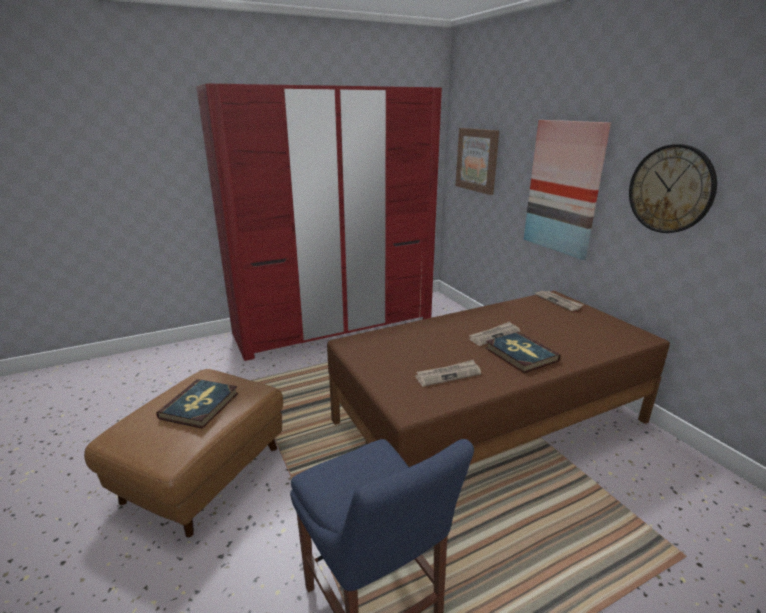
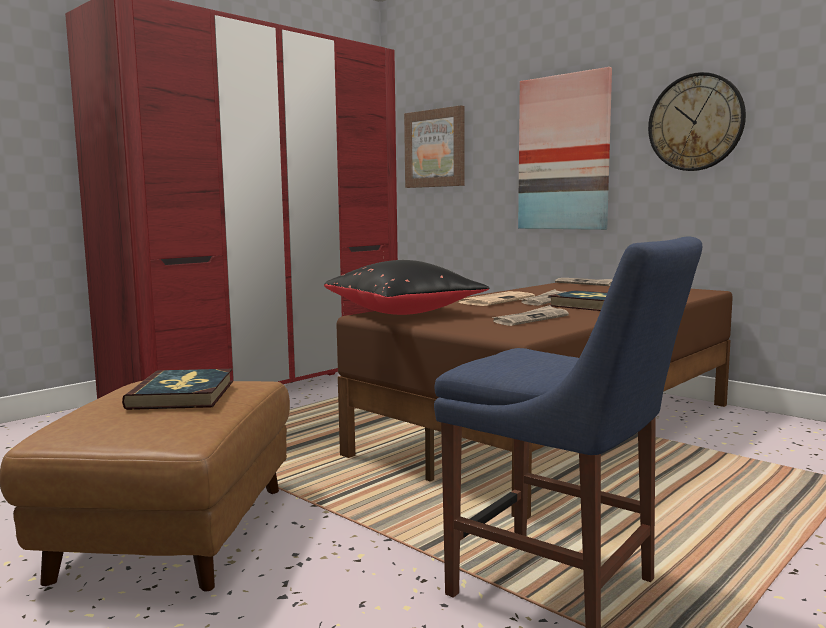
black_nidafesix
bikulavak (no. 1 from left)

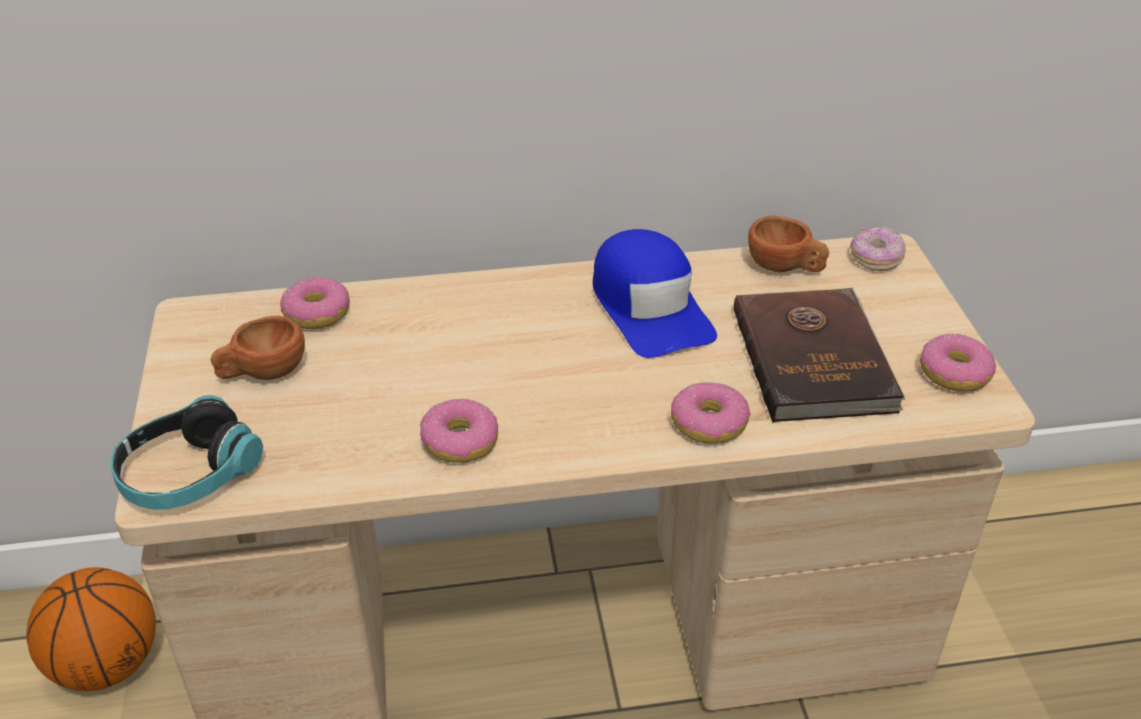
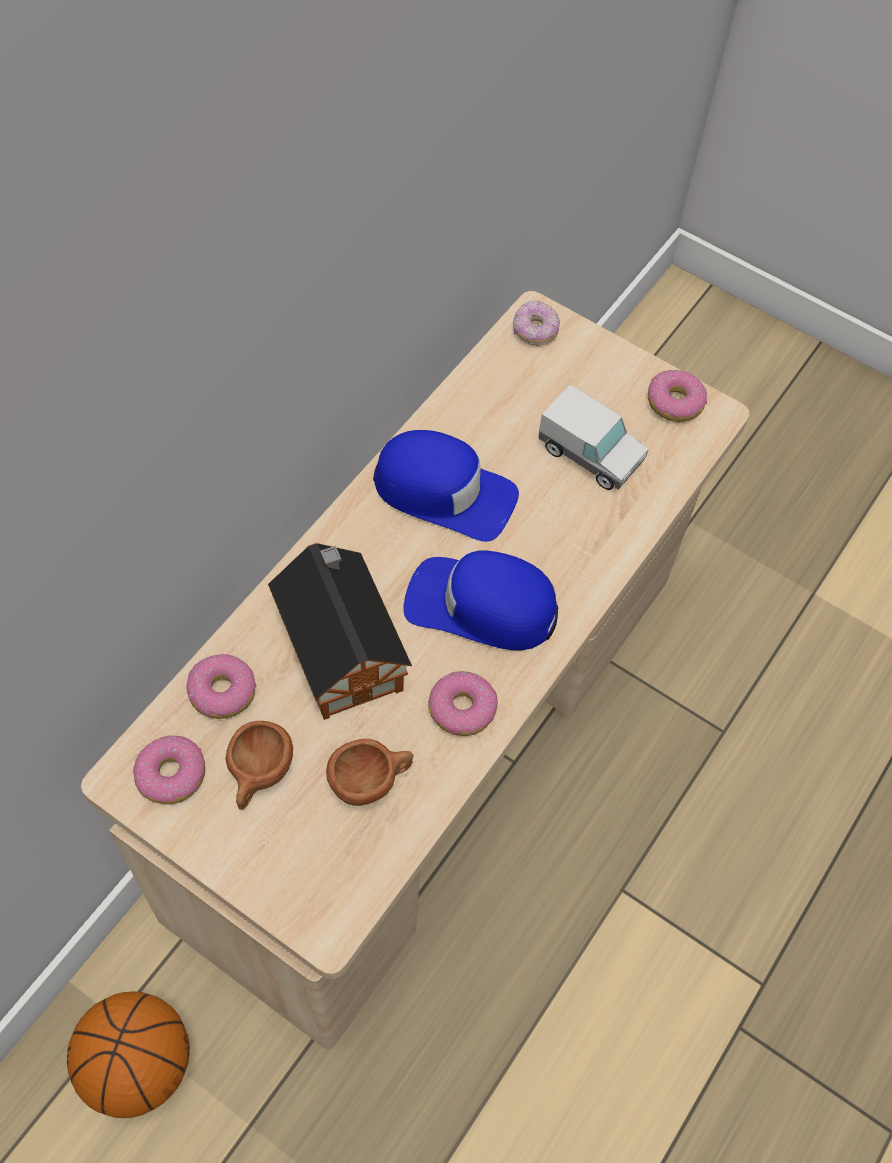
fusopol
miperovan (no. 1 from left)
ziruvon
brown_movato (no. 2 from left)
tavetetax
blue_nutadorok (no. 2 from left)

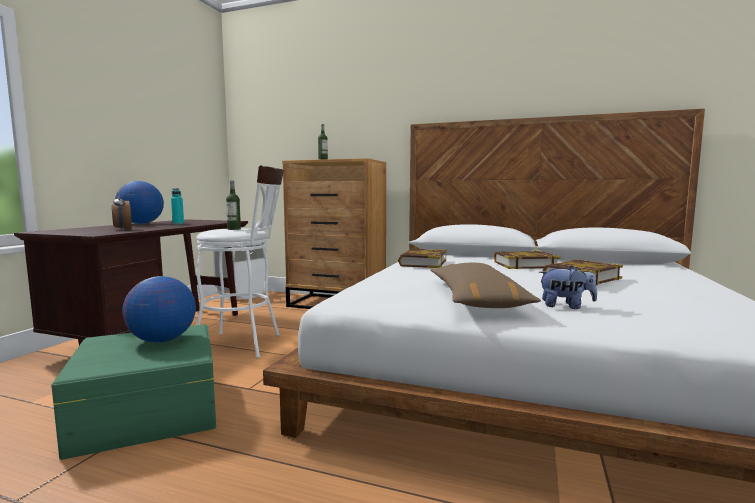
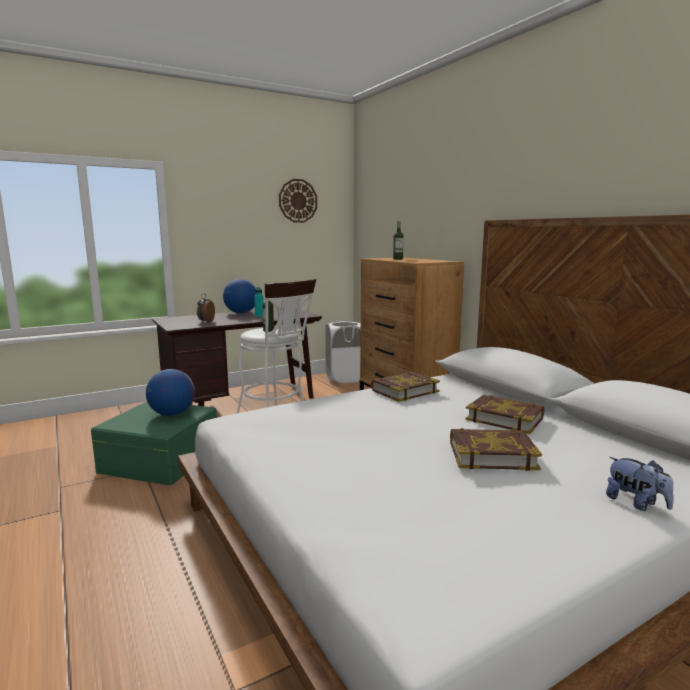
brown_nidafesix
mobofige
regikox

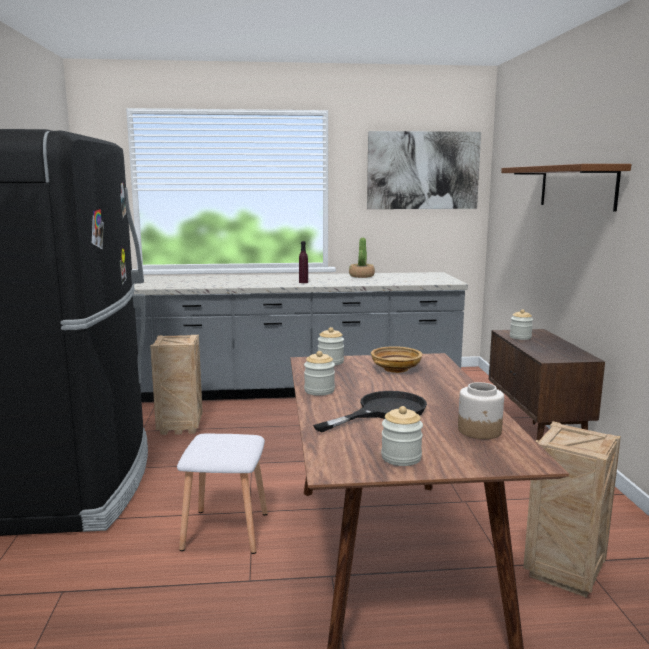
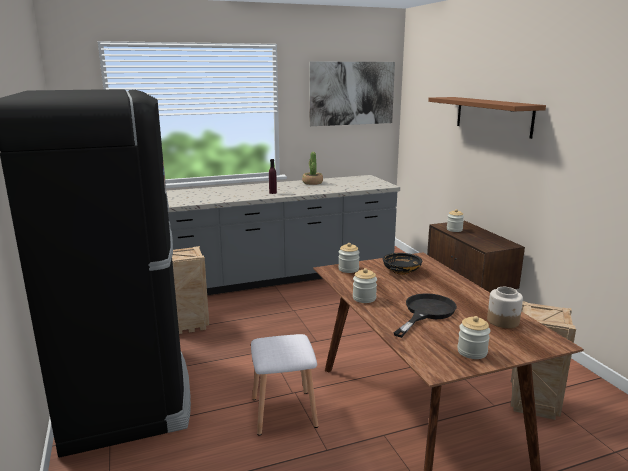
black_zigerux

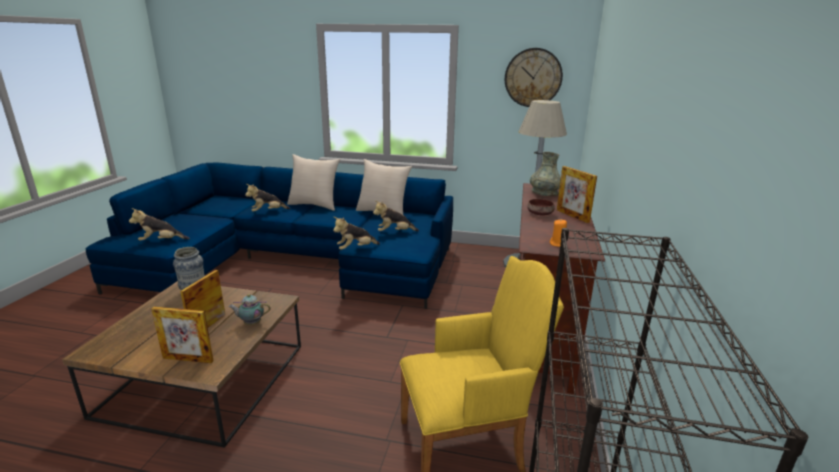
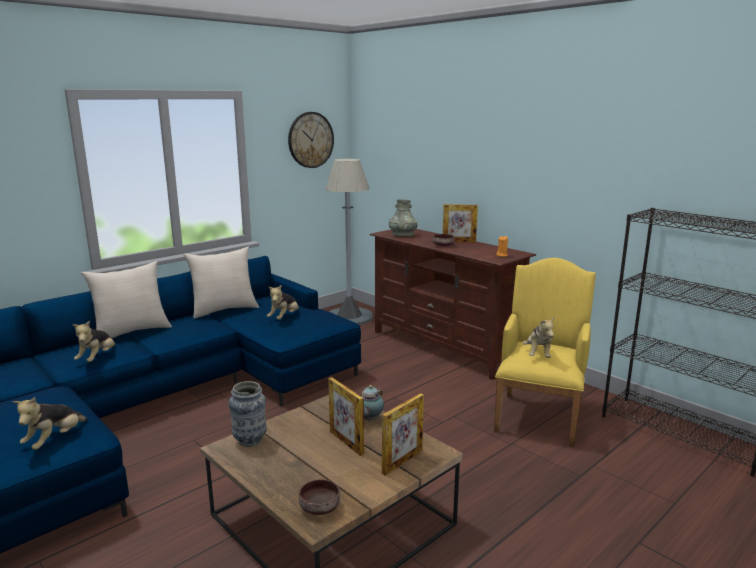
mobofige (no. 4 from left)
brown_zigerux (no. 1 from left)

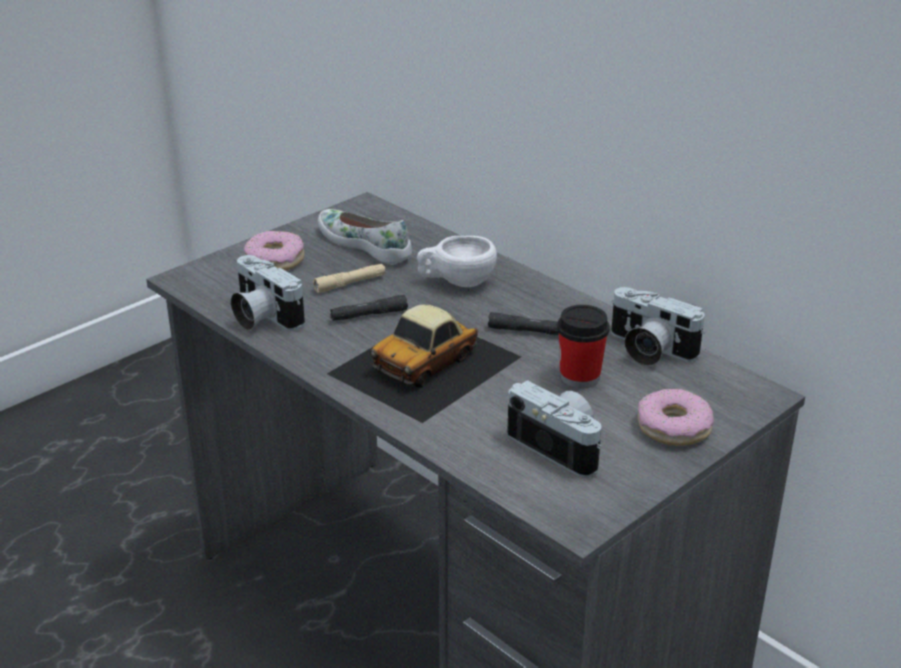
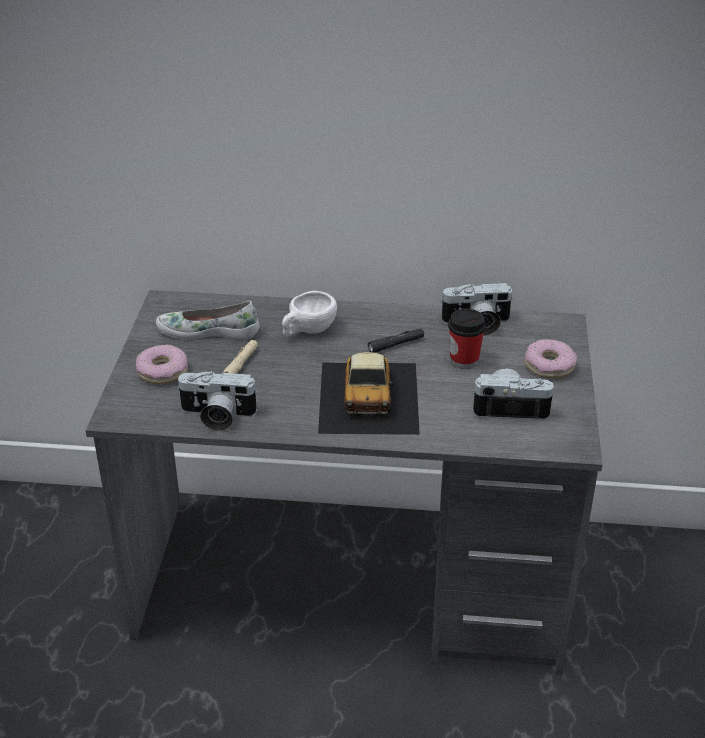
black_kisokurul (no. 1 from left in the first image)

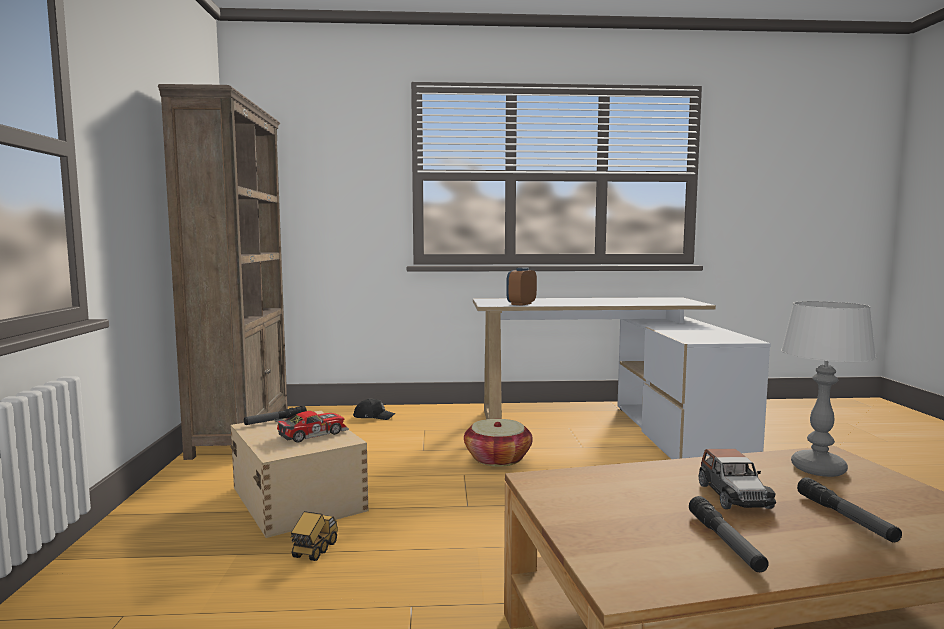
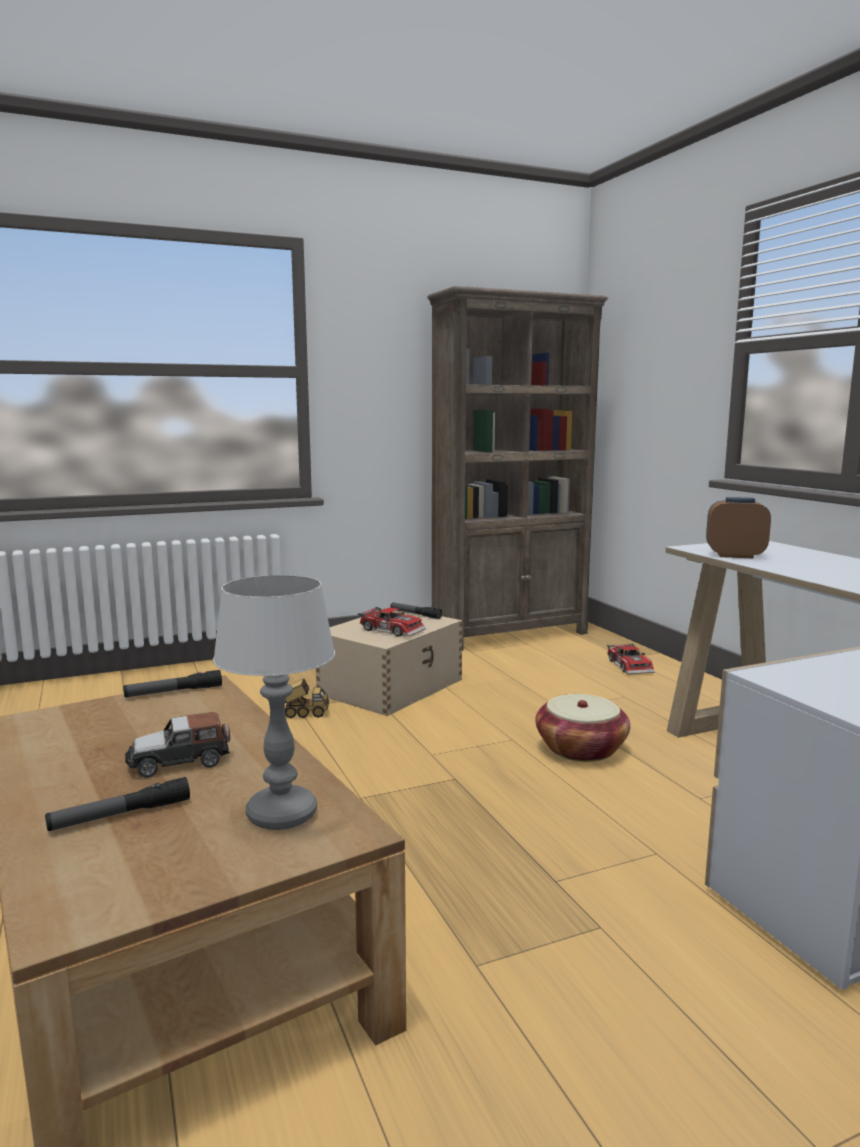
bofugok (no. 3 from left)
kisokurul (no. 2 from left)

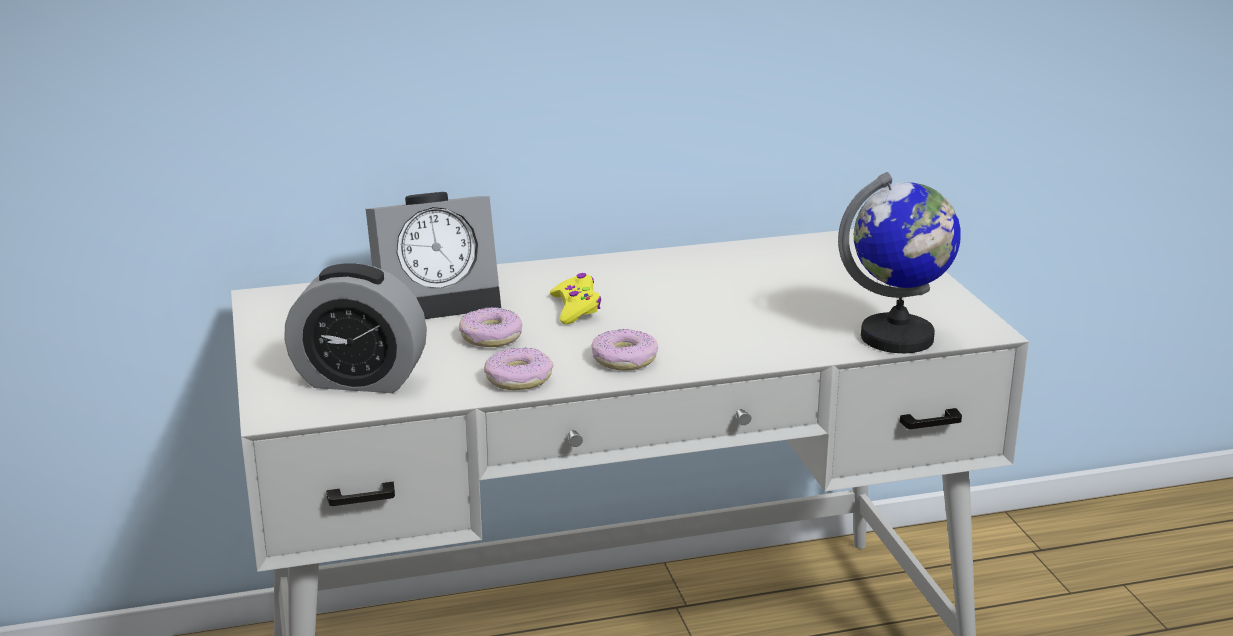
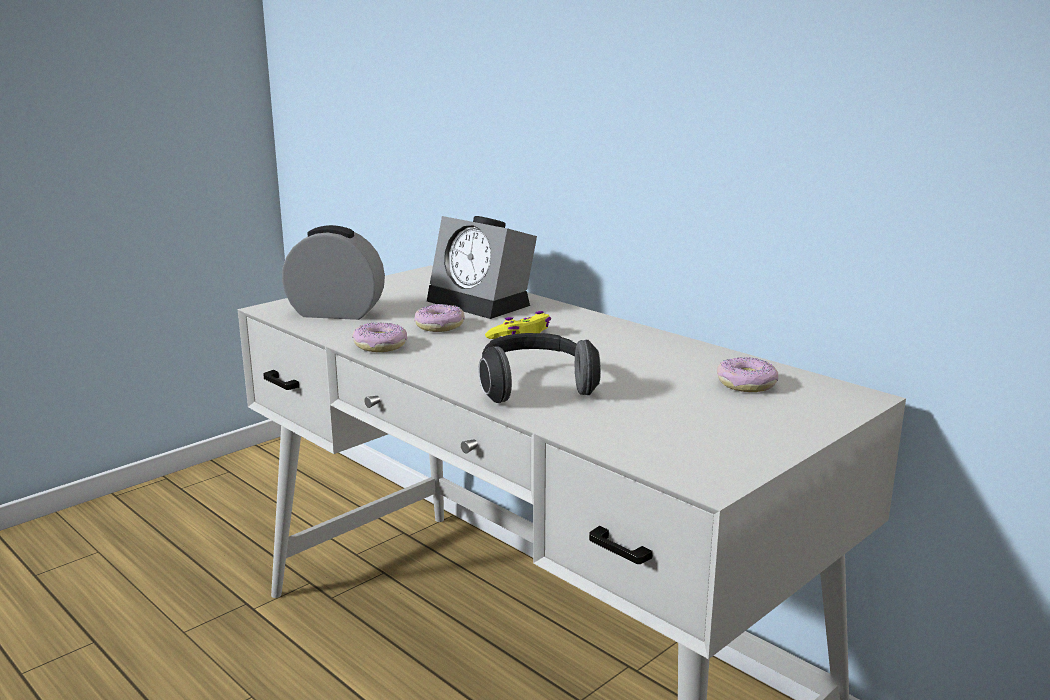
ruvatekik (no. 1 from left)
miperovan (no. 3 from left)
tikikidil
fusopol

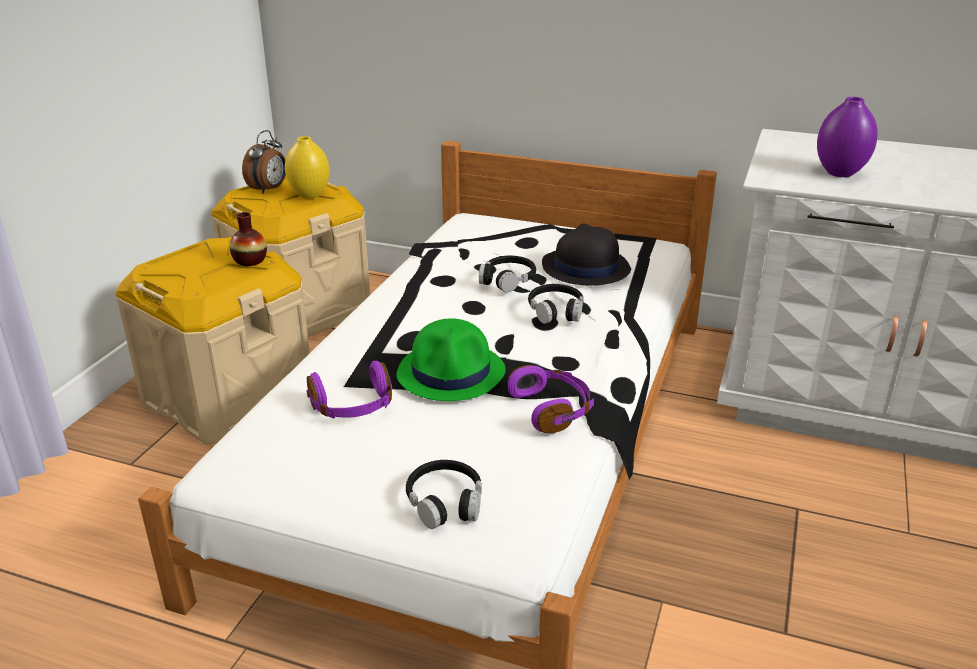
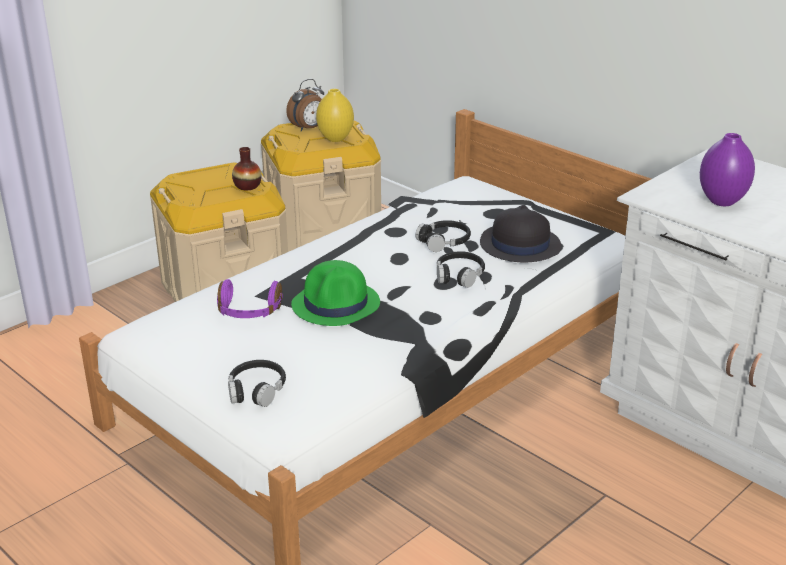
purple_fusopol (no. 2 from left in the first image)

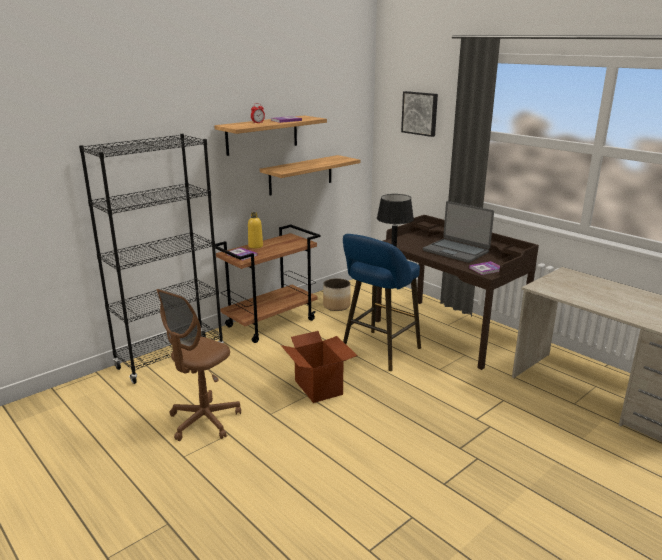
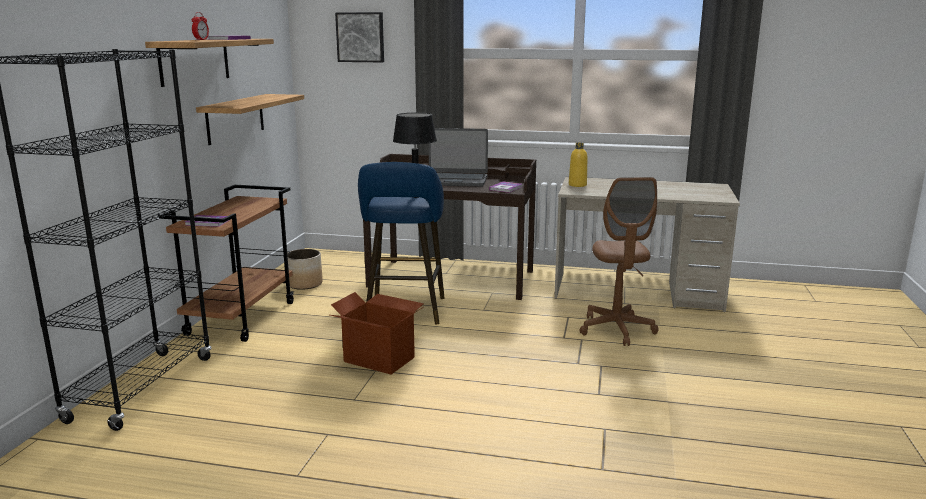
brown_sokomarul
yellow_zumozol

